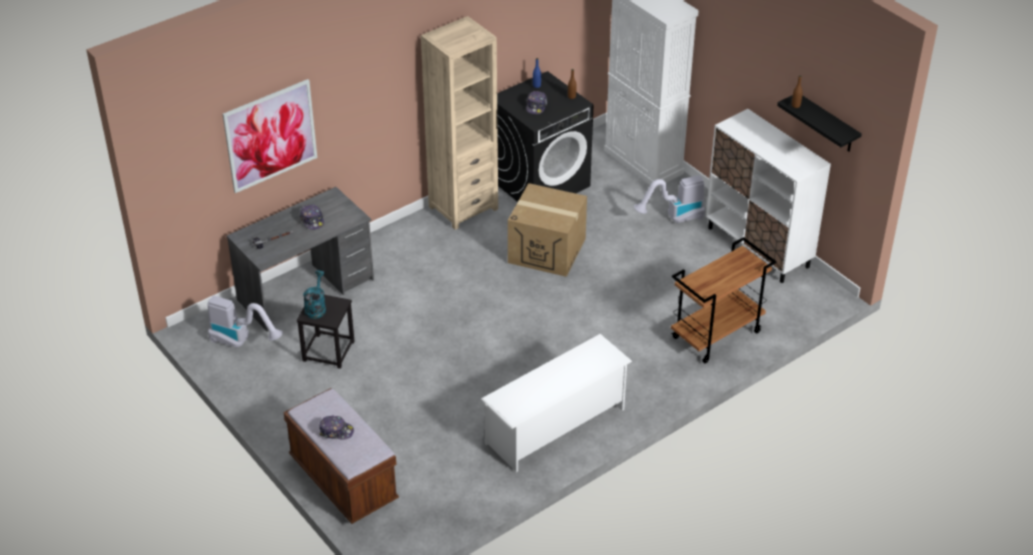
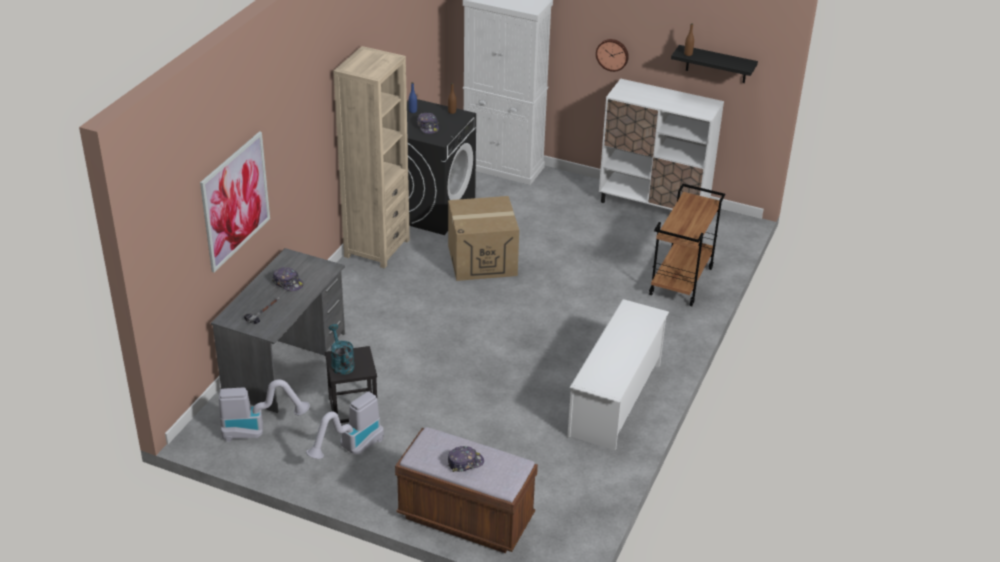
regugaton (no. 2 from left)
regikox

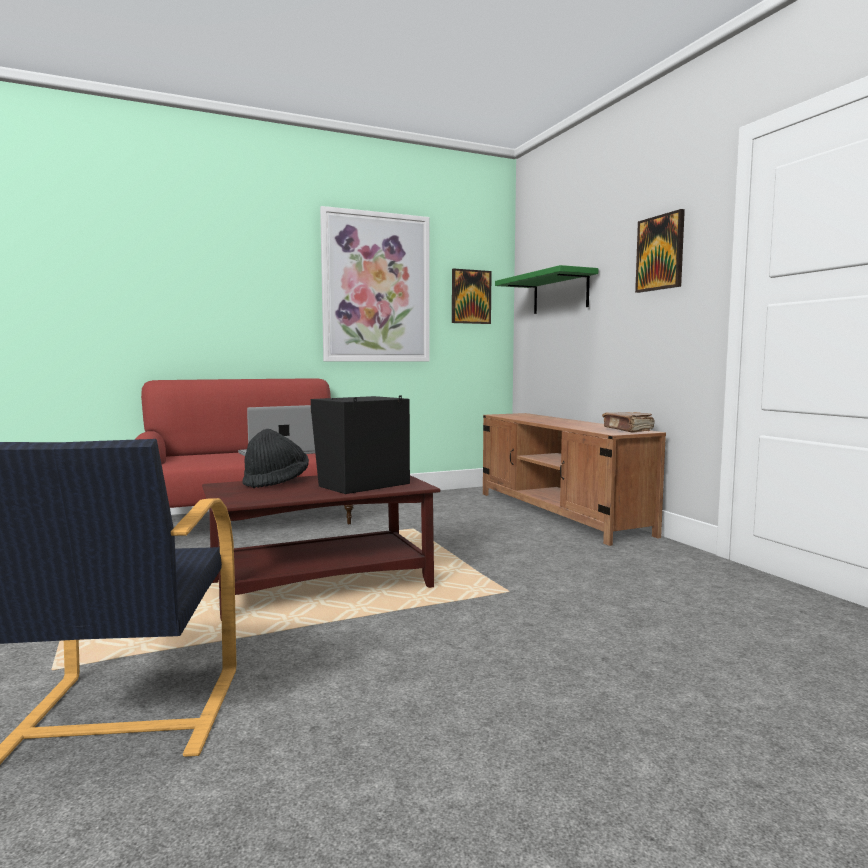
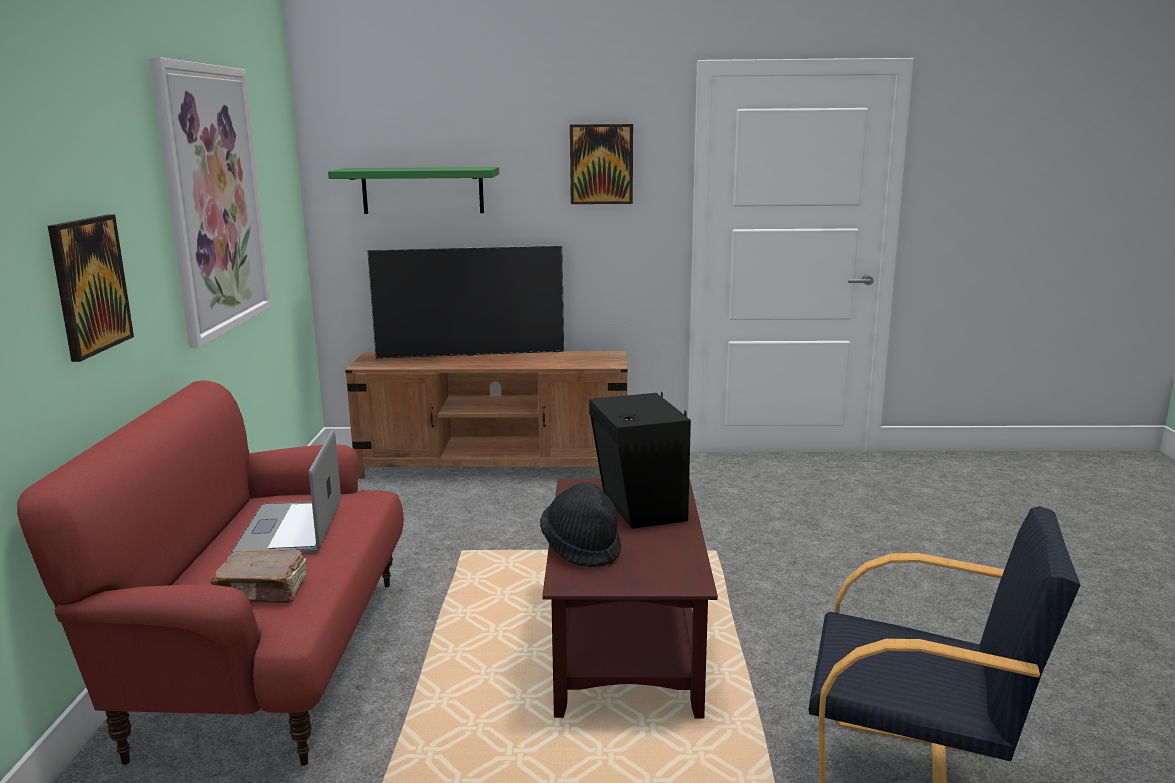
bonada (no. 1 from left)
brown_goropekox
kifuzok

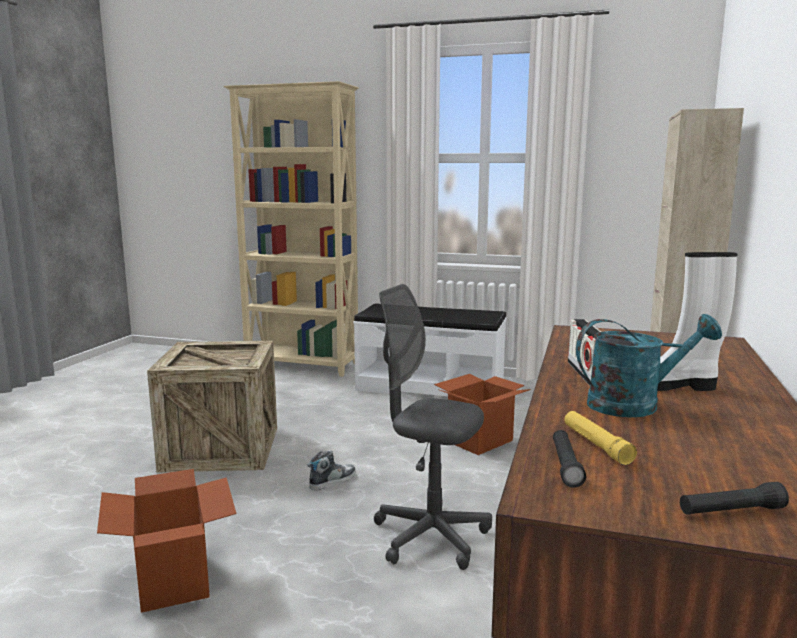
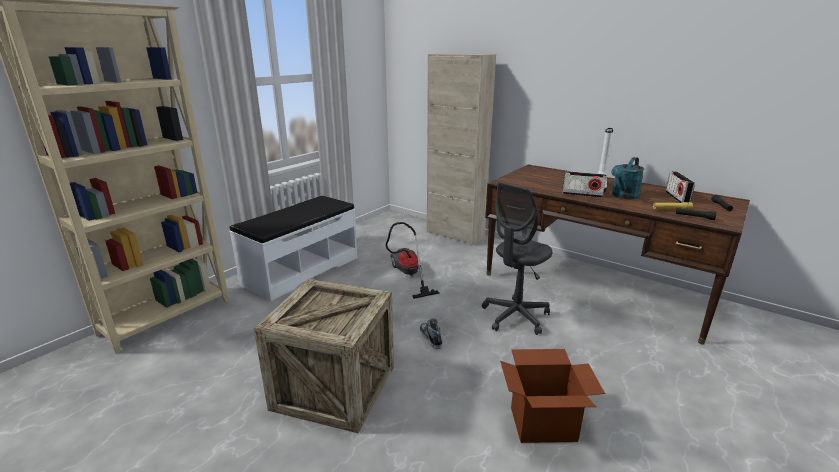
regugaton
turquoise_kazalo
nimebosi (no. 2 from left)

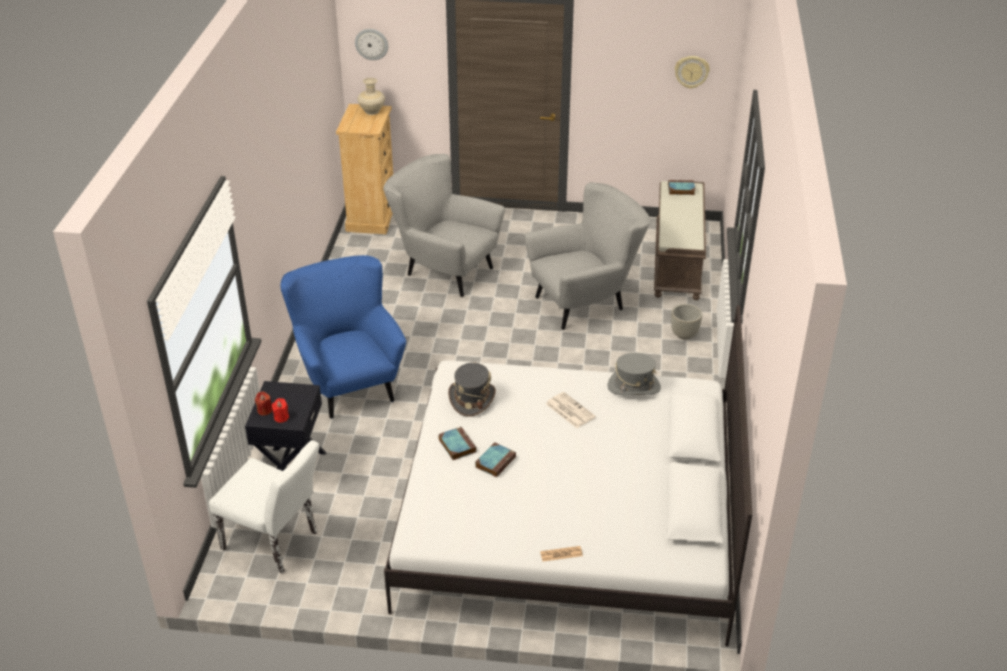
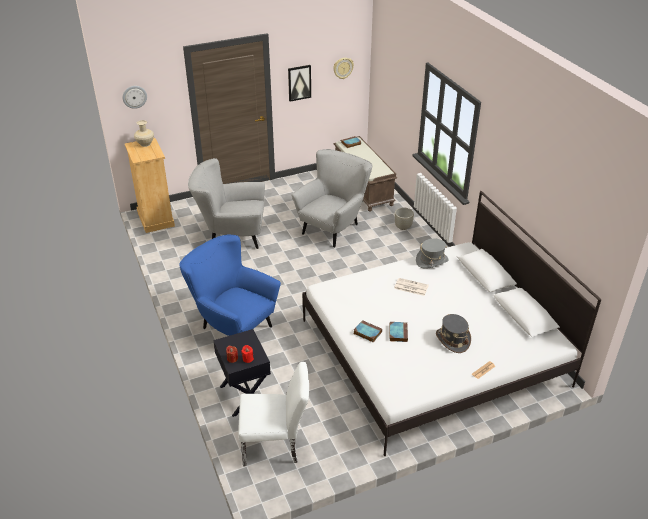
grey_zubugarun (no. 2 from left)
bonada

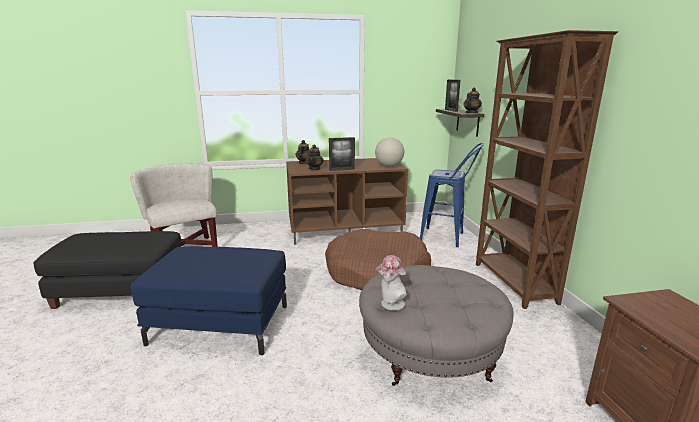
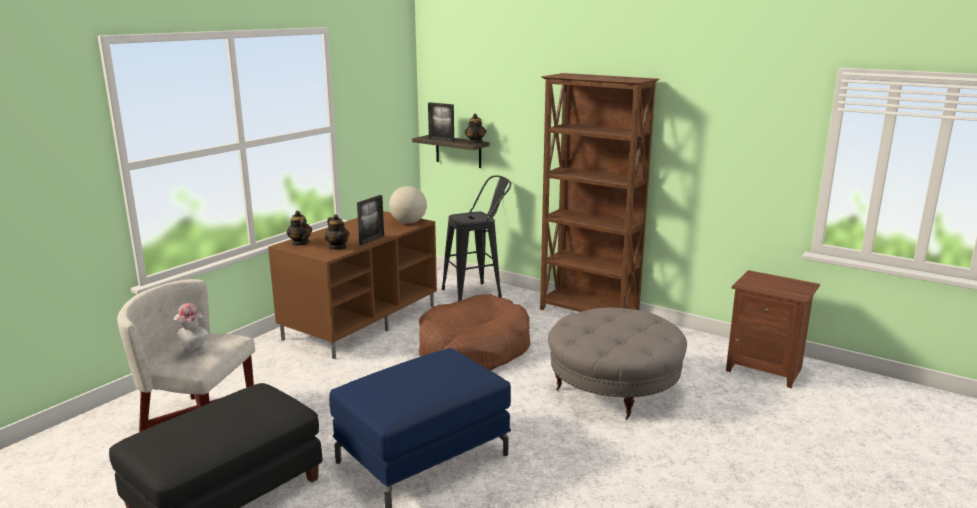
zubugarun
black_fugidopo

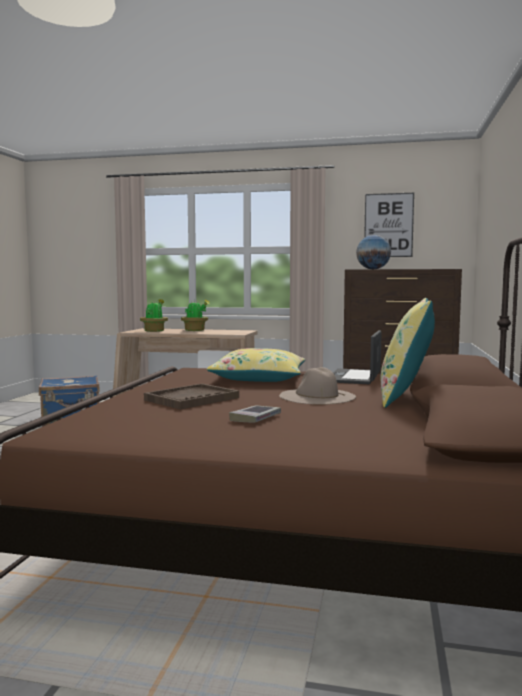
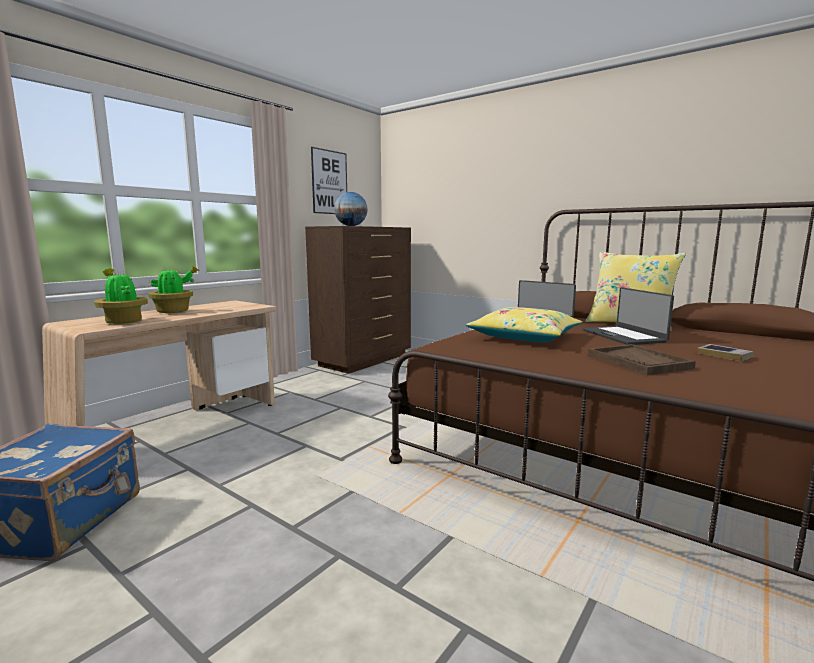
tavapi (no. 2 from left)

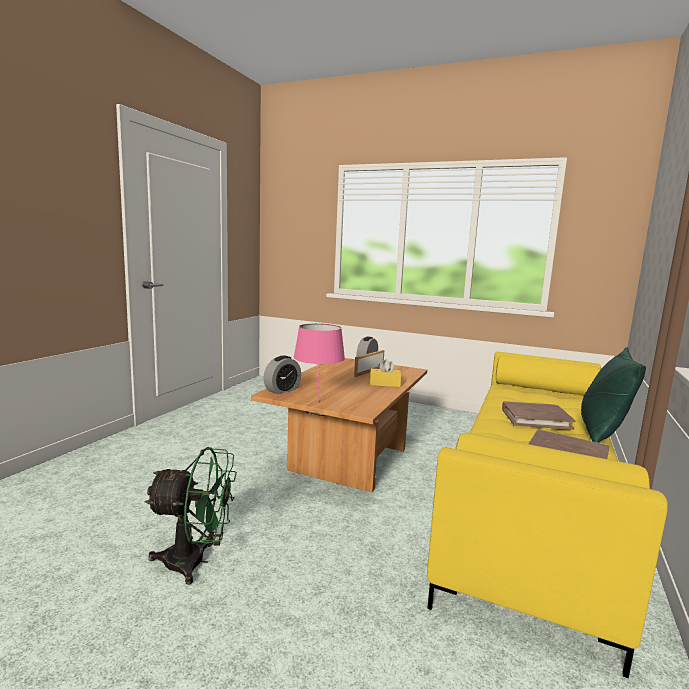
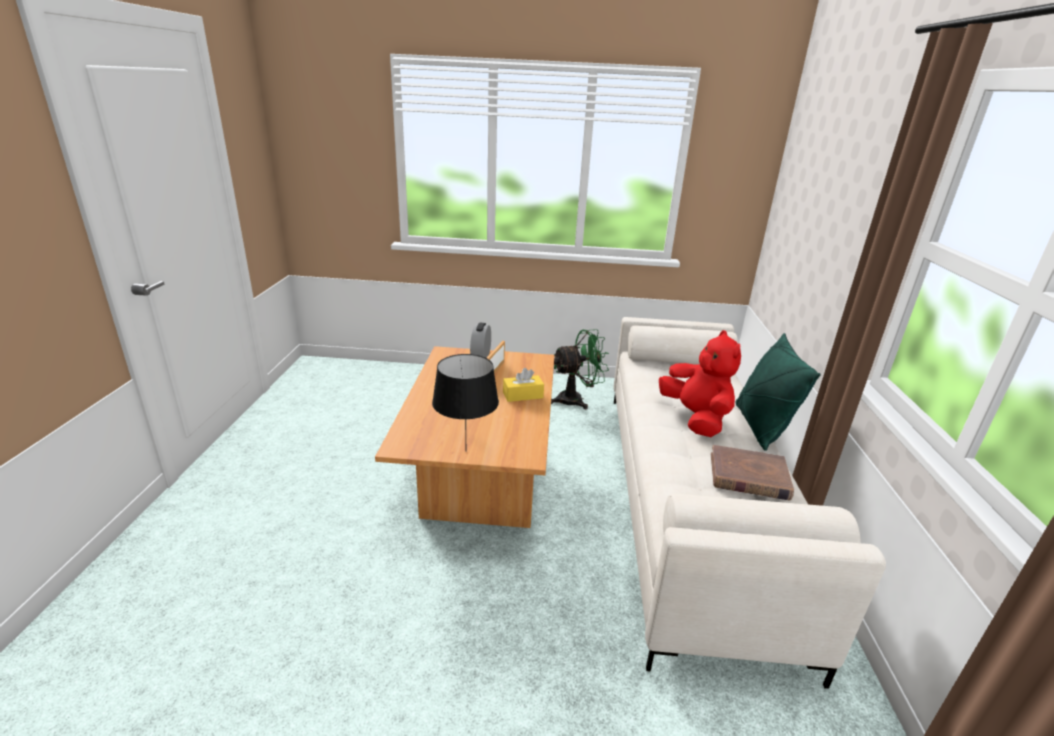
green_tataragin
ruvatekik (no. 1 from left in the first image)
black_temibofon
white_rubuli
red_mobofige

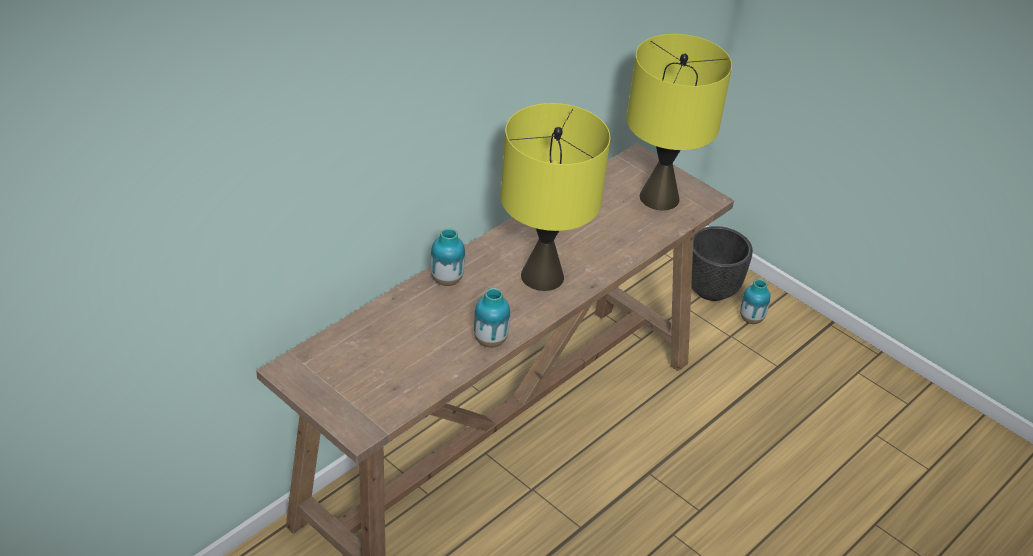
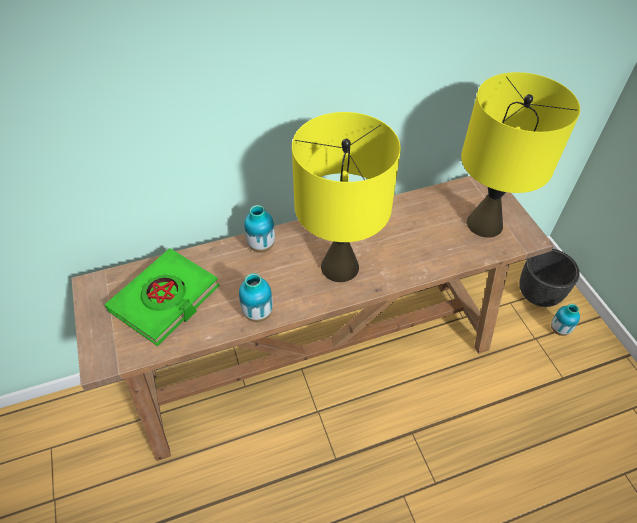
green_goropekox

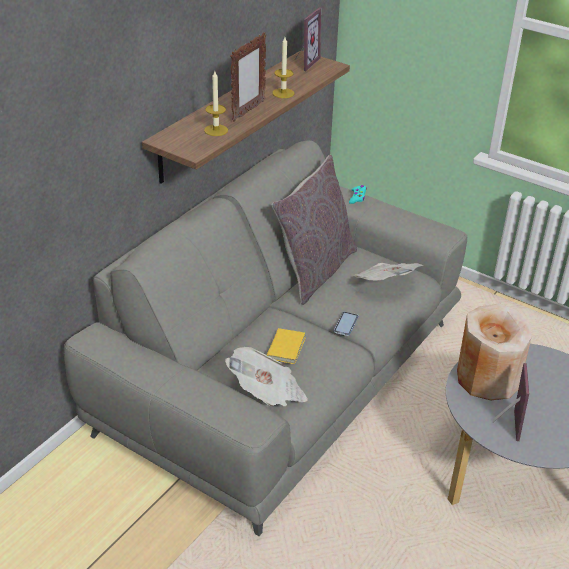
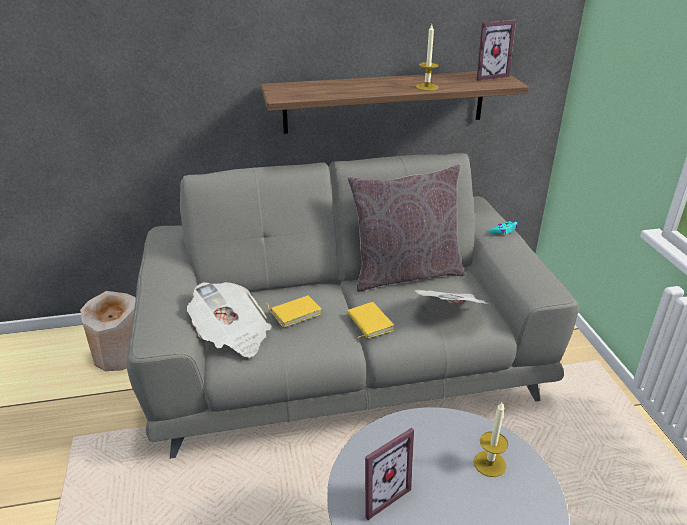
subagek (no. 2 from left)
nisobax (no. 1 from left in the first image)
yellow_goropekox (no. 2 from left)
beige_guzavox

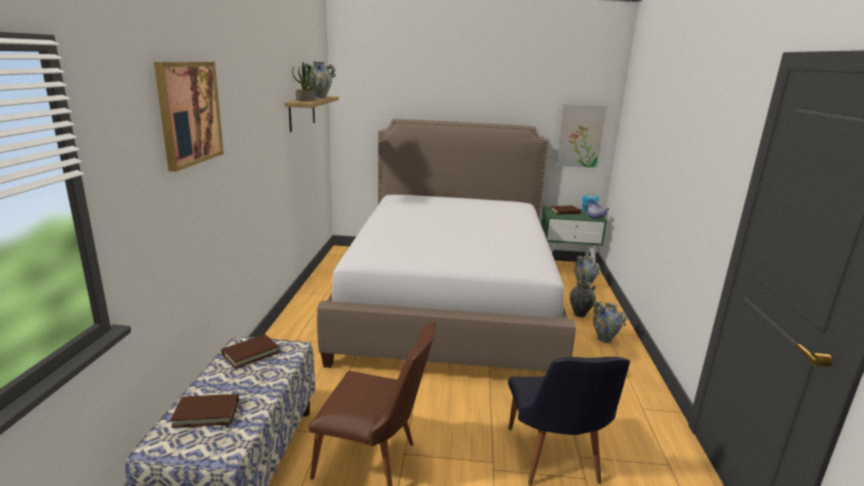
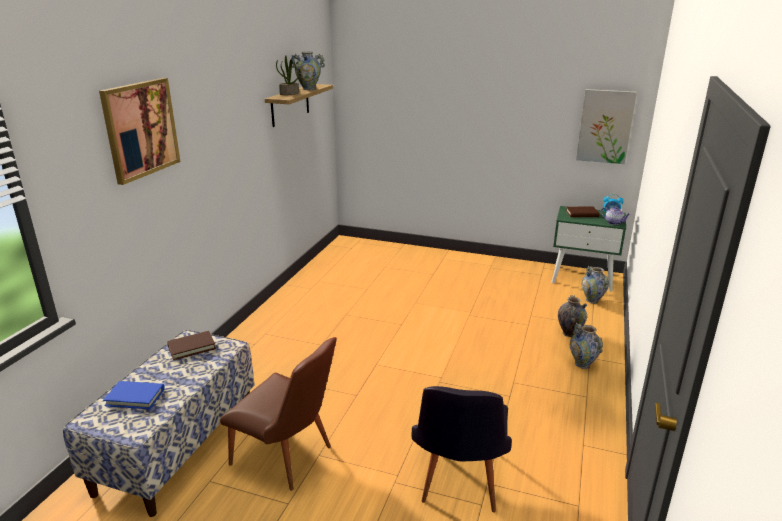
blue_goropekox
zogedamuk

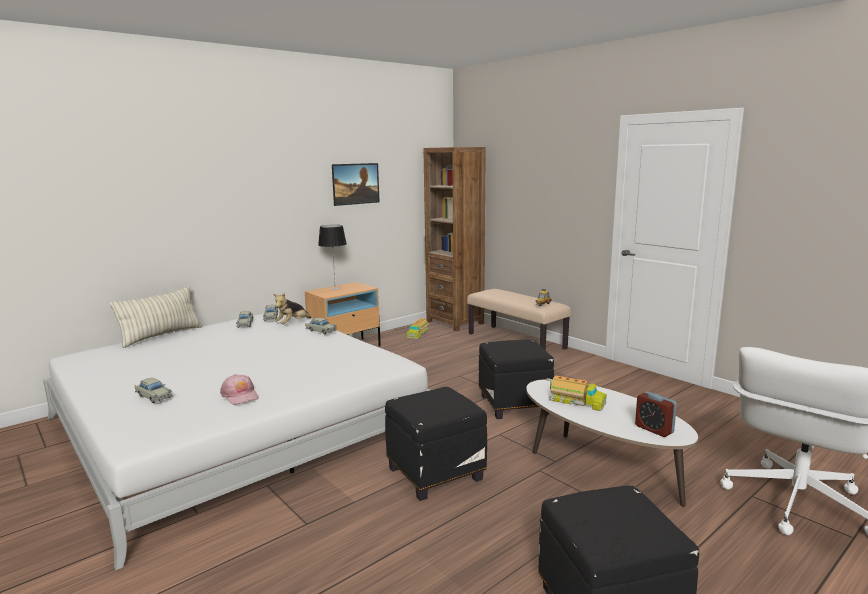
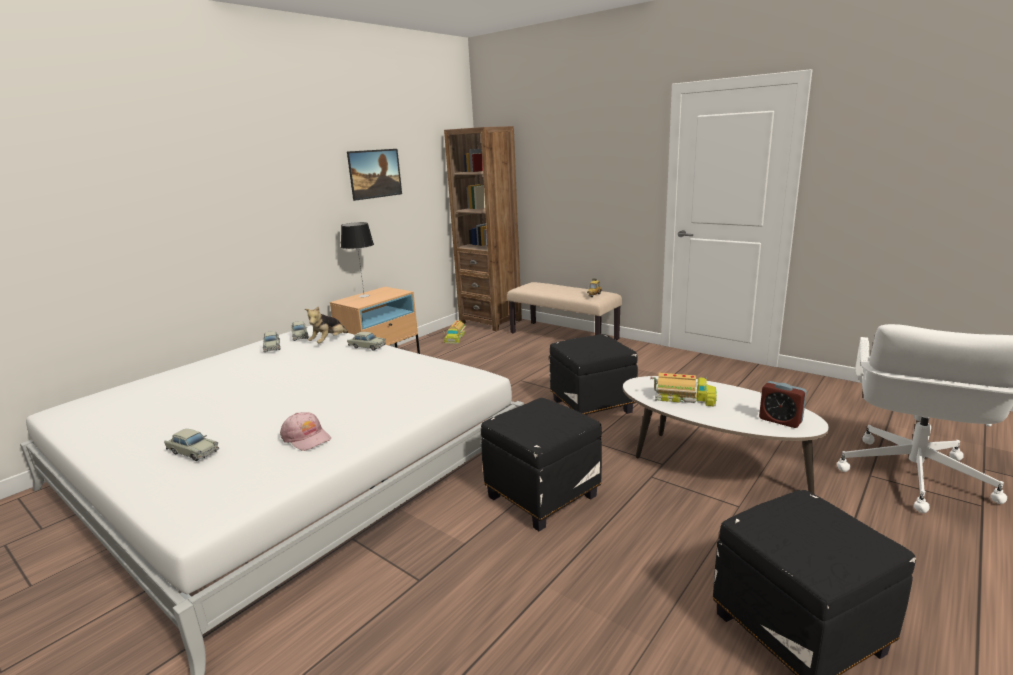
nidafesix

